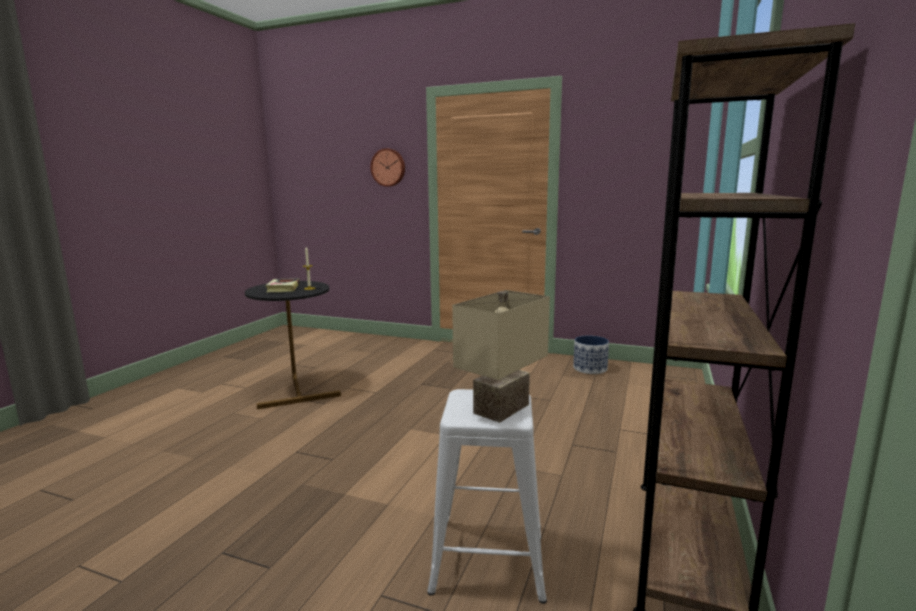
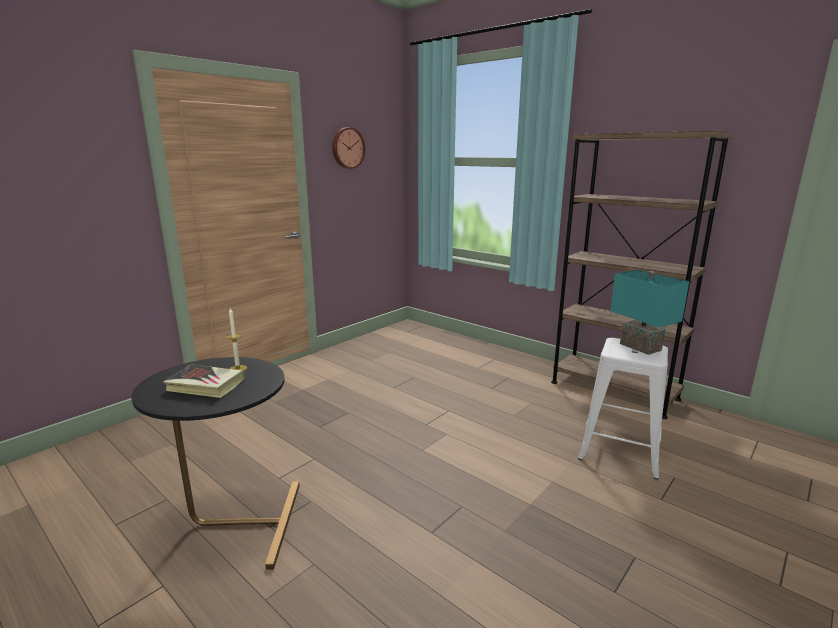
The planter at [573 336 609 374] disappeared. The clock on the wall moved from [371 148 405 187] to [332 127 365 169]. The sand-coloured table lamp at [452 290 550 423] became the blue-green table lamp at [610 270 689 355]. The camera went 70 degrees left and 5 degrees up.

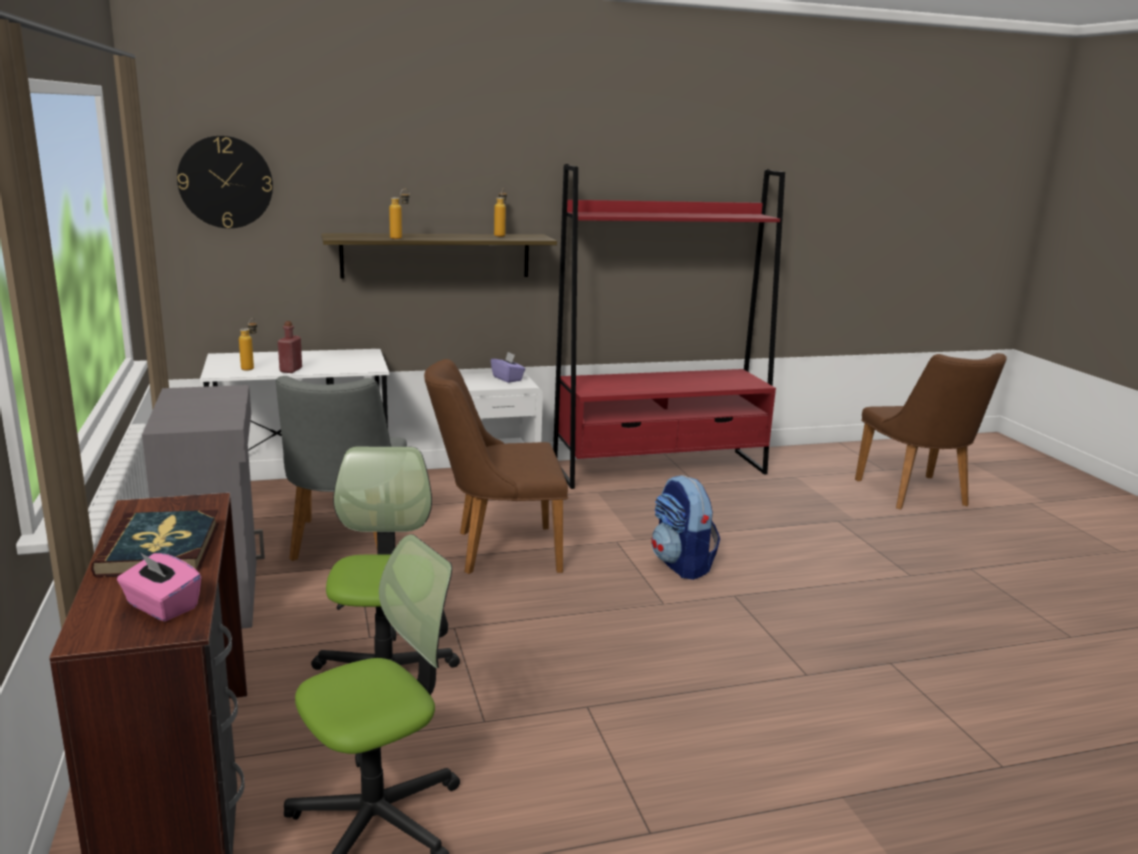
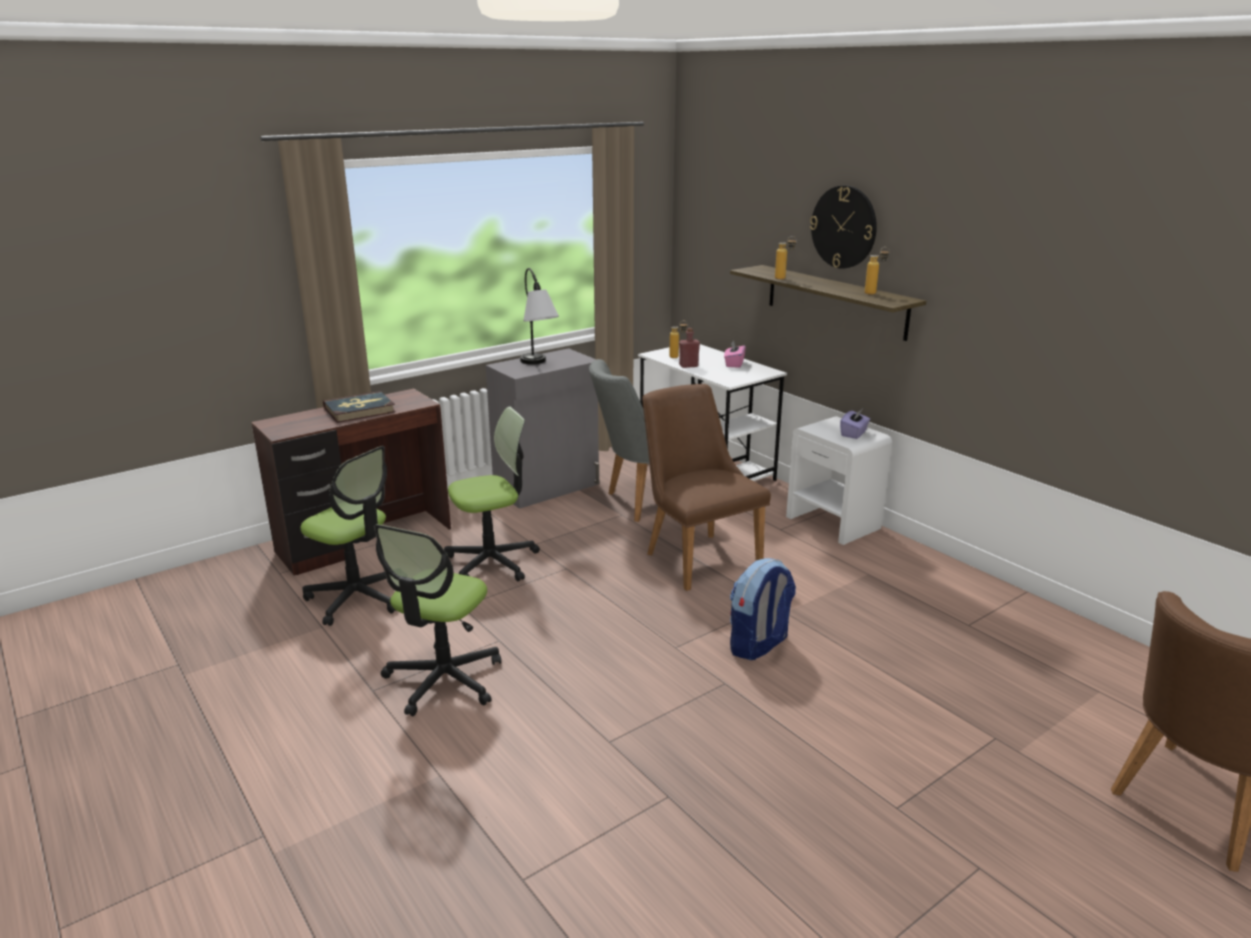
The red bookshelf at [553 164 785 489] disappeared. The office chair at [374 524 501 716] appeared. The table lamp at [520 268 559 364] appeared. The pink-coloured box of tissues moved from [117 552 201 622] to [724 340 746 368]. The clock on the wall moved from [177 136 273 228] to [810 185 877 269]. The camera went 70 degrees right and 5 degrees up.

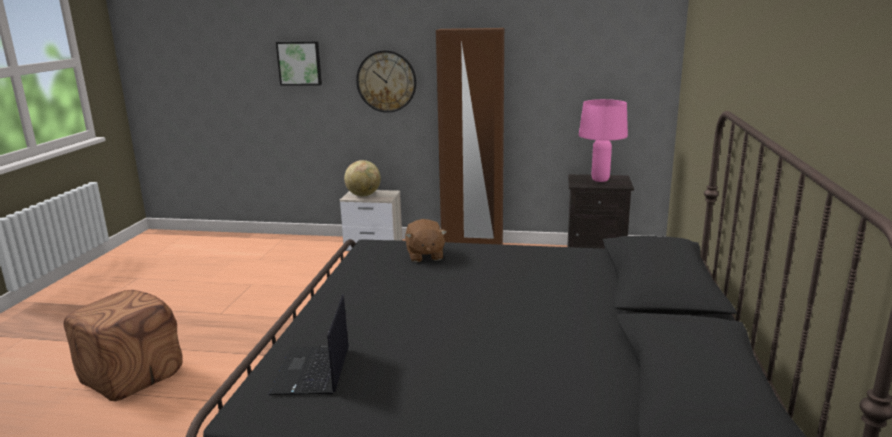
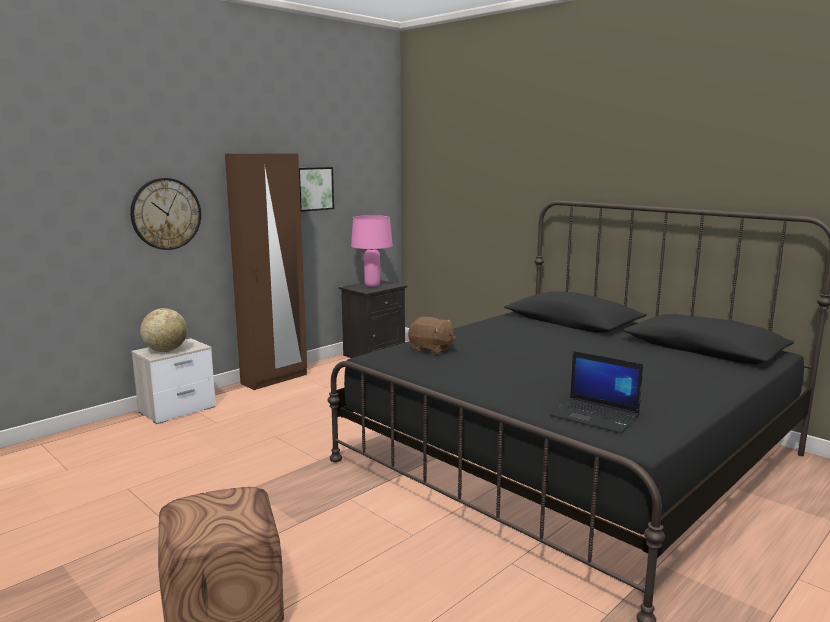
The wall picture moved from [276 41 322 85] to [299 167 334 212]. The camera went 55 degrees left and 5 degrees down.

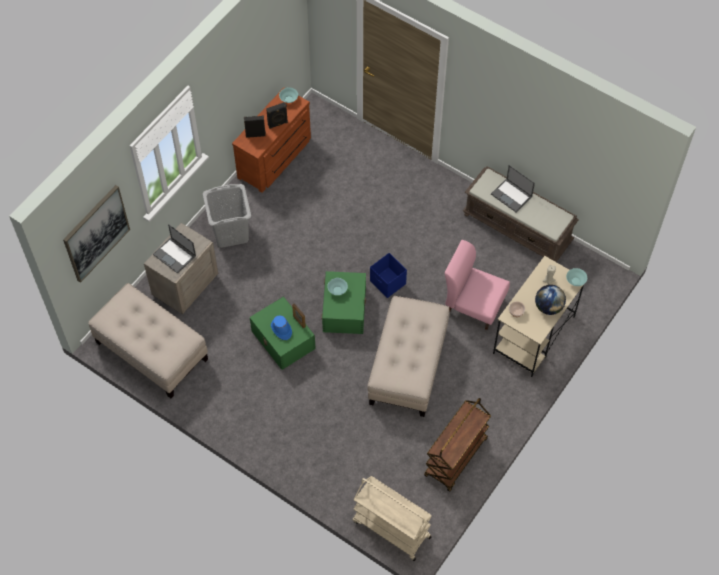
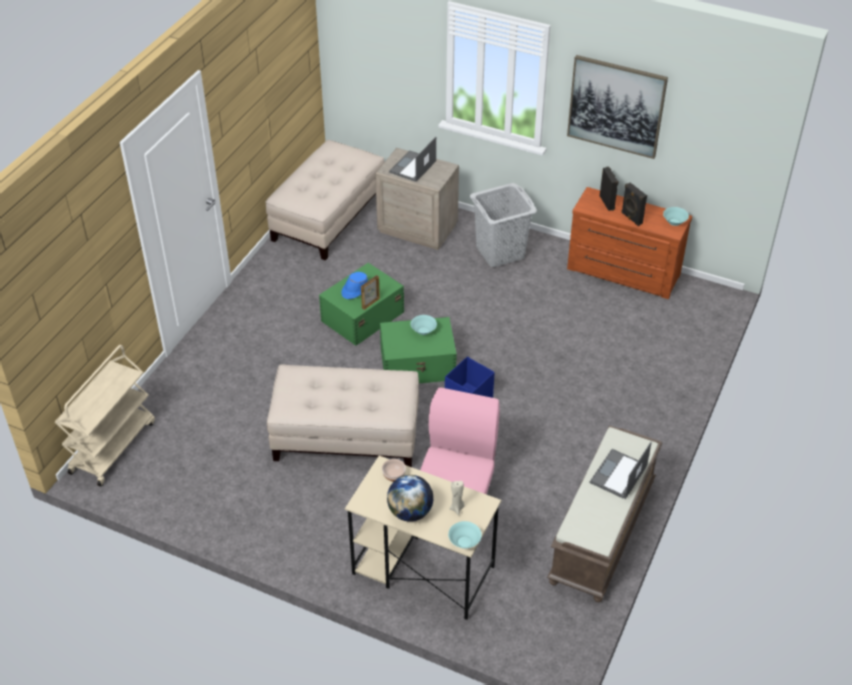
The brown wheeled cart at [424 398 491 492] disappeared. The wall picture moved from [63 185 130 283] to [567 55 668 159]. The camera went 80 degrees right and 15 degrees down.

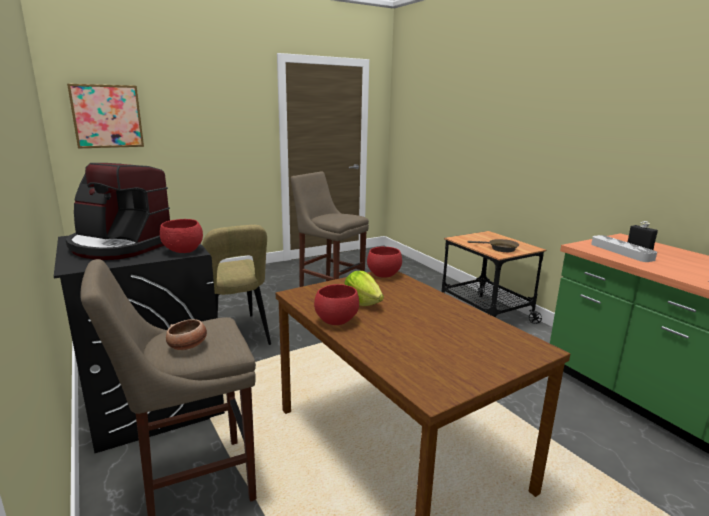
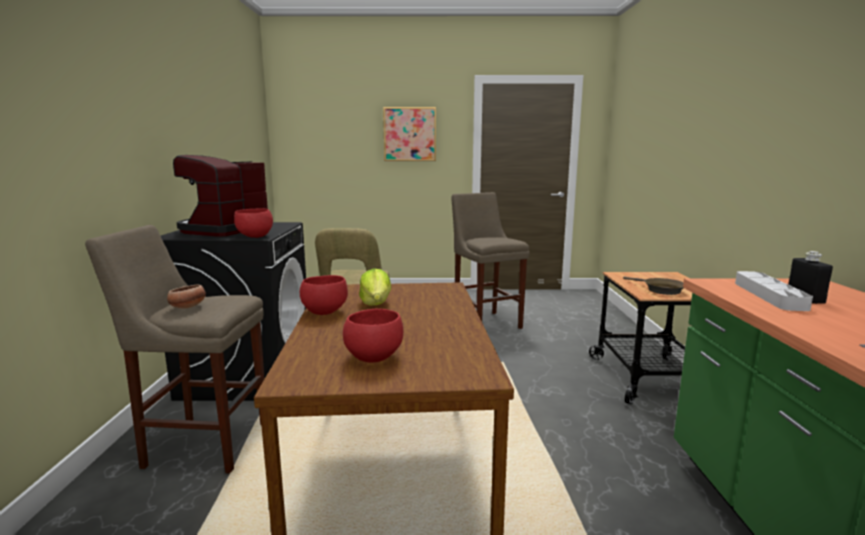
The wall picture moved from [67 84 144 148] to [383 107 436 161]. The red bowl moved from [367 247 402 278] to [343 309 403 363]. The coffee brewer at [65 163 170 260] turned 60 degrees clockwise. The camera went 30 degrees right and 5 degrees down.

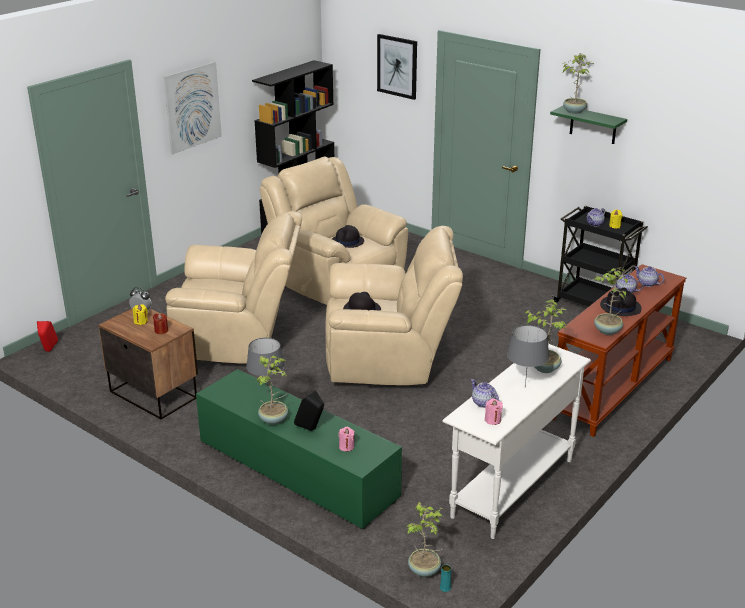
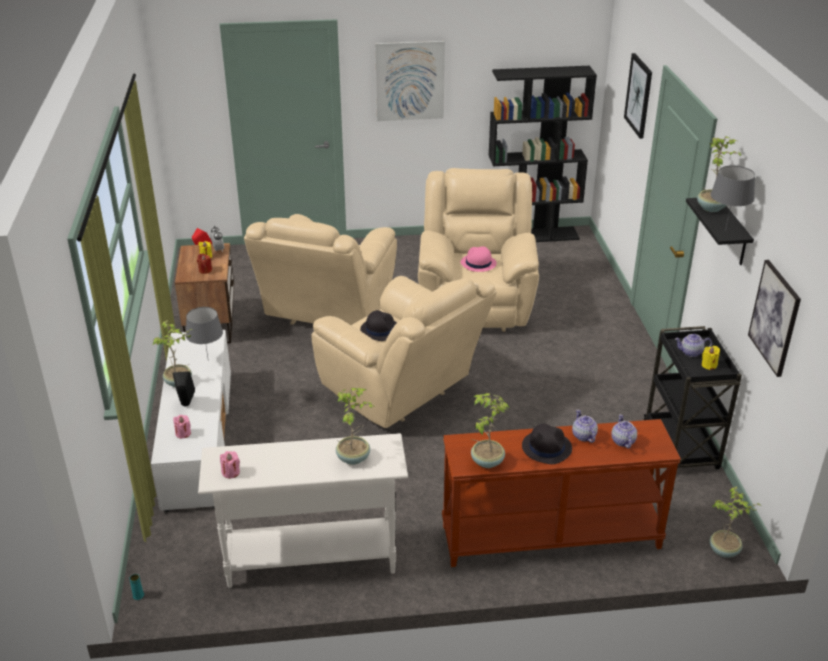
The teapot at [471 379 499 408] disappeared. The wall picture at [748 260 801 377] appeared. The potted plant moved from [406 502 444 577] to [709 487 760 558]. The grey table lamp moved from [507 325 549 387] to [711 166 755 231]. The green tv stand at [196 369 402 529] became the white-coloured tv stand at [151 330 231 512]. The black-coloured wearable hat at [332 225 364 248] became the pink-coloured wearable hat at [460 246 496 272]. The green bracket shelf at [550 106 627 144] became the black-coloured bracket shelf at [686 198 754 265]. The sand-coloured lounge chair at [165 211 302 364] turned 60 degrees clockwise. The camera went 45 degrees right and 5 degrees up.

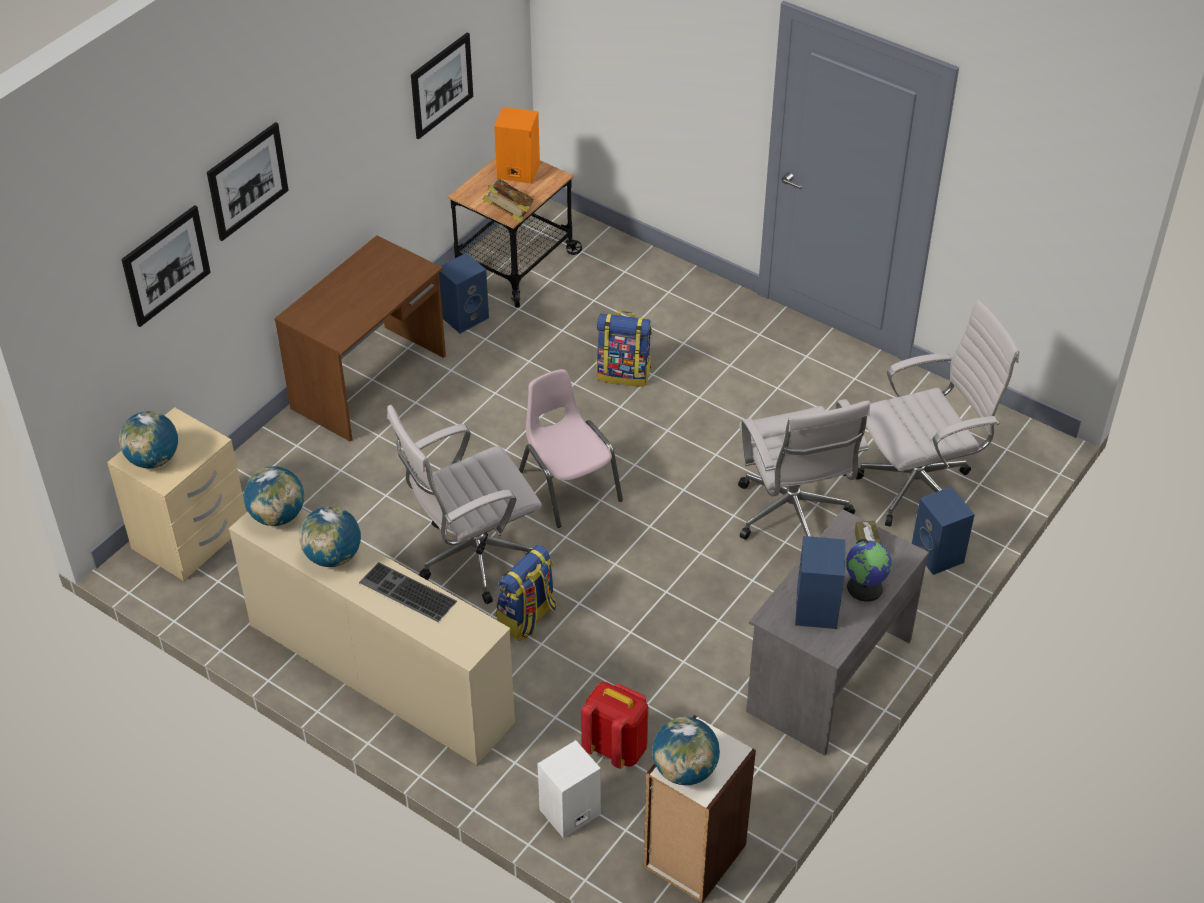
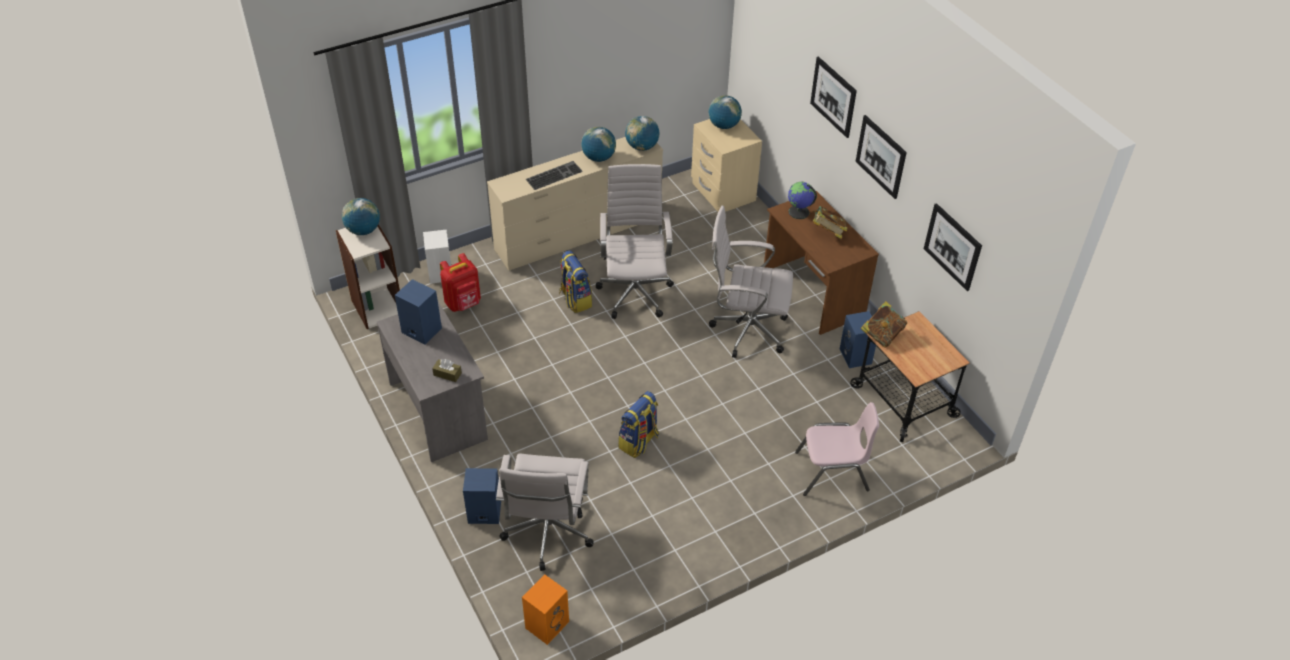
The bound book at [813 206 847 239] appeared. The wall picture moved from [121 205 211 327] to [856 115 907 199]. The orange speaker moved from [494 107 540 184] to [522 574 569 645]. The pink-coloured upright chair moved from [519 369 623 528] to [795 402 879 496]. The rucksack moved from [597 311 652 386] to [618 391 659 458]. The white-coloured office chair moved from [738 399 870 540] to [709 206 793 358]. The globe moved from [846 539 892 602] to [788 182 817 219]. The camera went 115 degrees right and 0 degrees up.

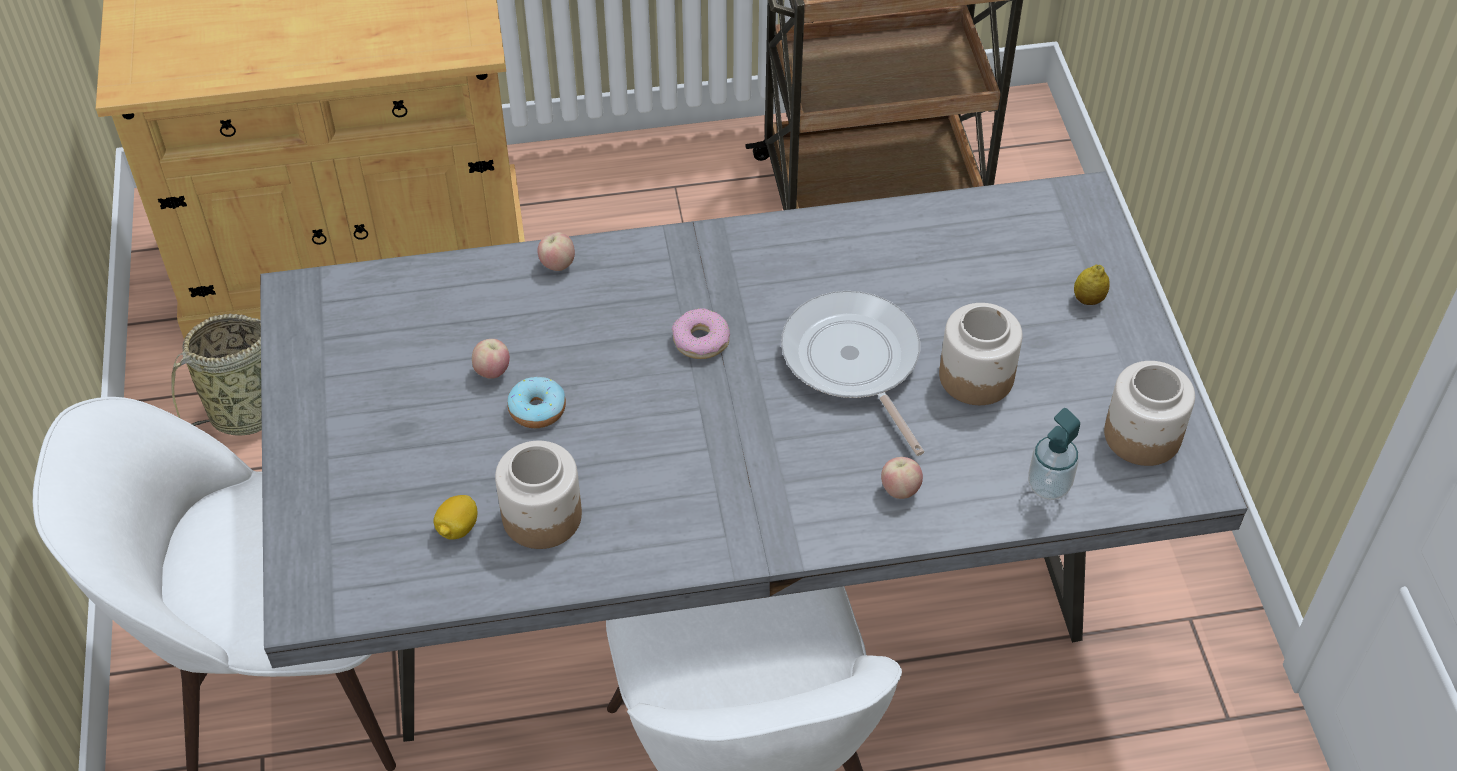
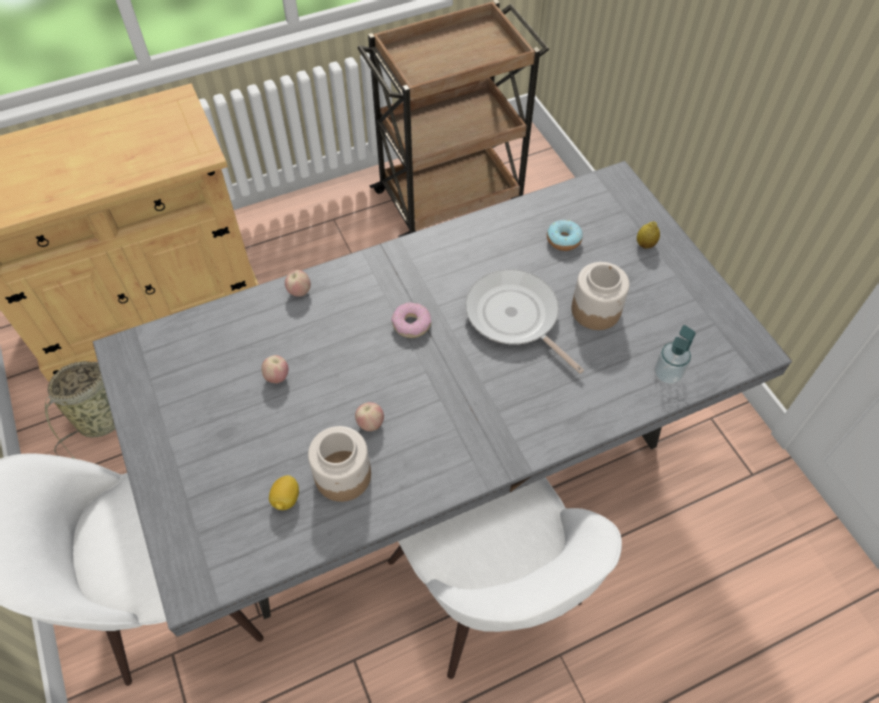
The preserve jar at [1104 361 1195 466] disappeared. The donut moved from [507 377 566 428] to [547 220 583 251]. The apple fruit moved from [881 457 923 499] to [355 402 384 431]. The camera went 15 degrees left and 5 degrees up.

